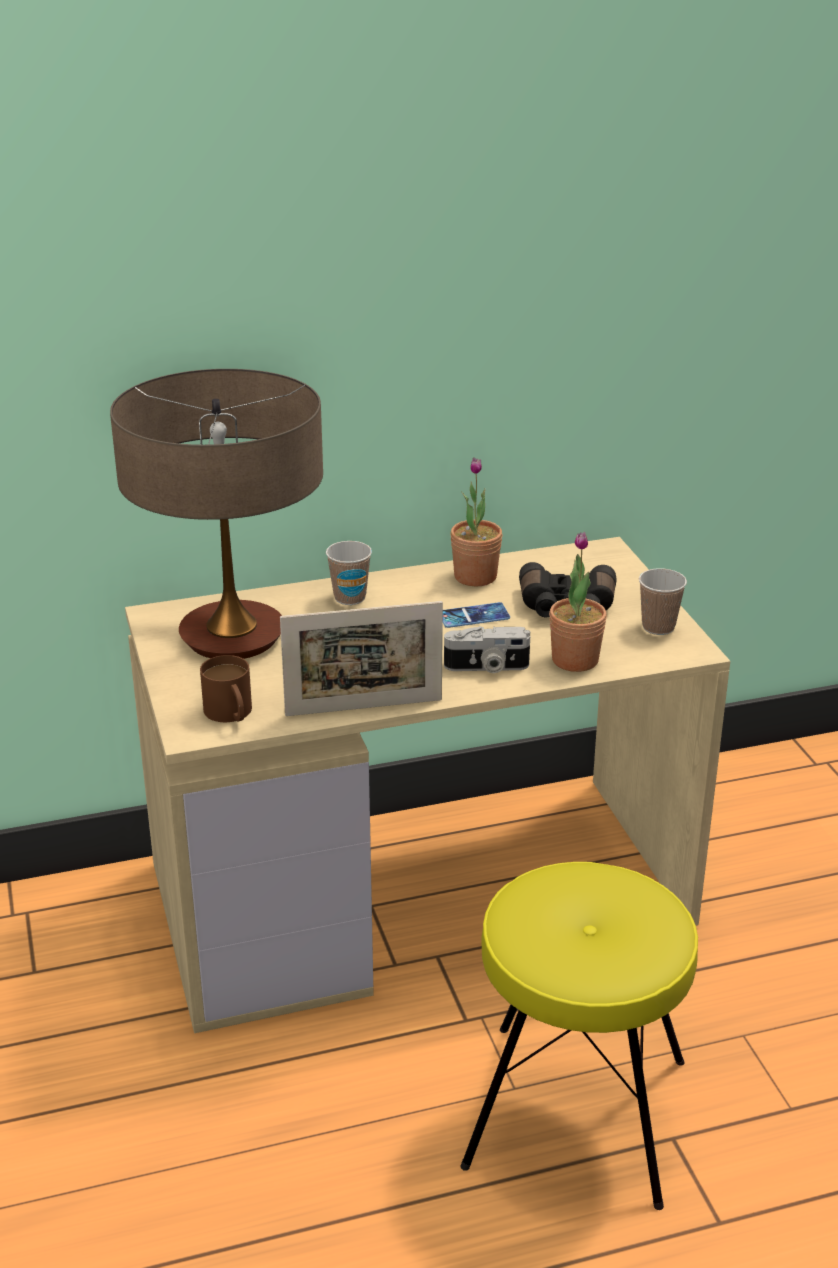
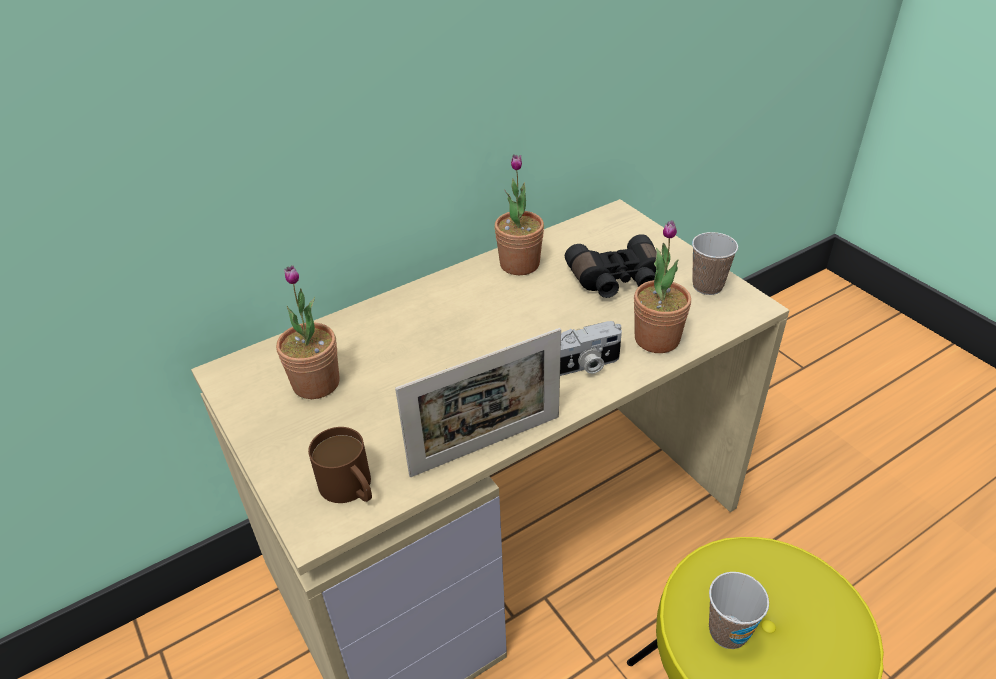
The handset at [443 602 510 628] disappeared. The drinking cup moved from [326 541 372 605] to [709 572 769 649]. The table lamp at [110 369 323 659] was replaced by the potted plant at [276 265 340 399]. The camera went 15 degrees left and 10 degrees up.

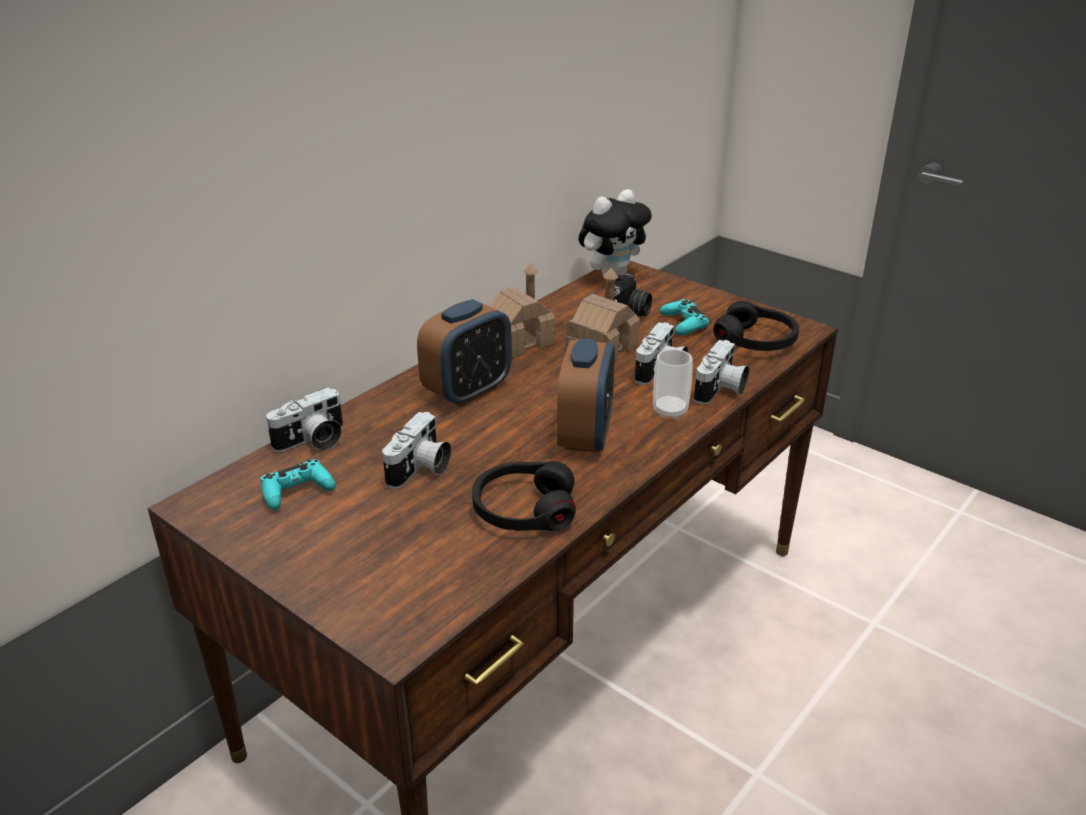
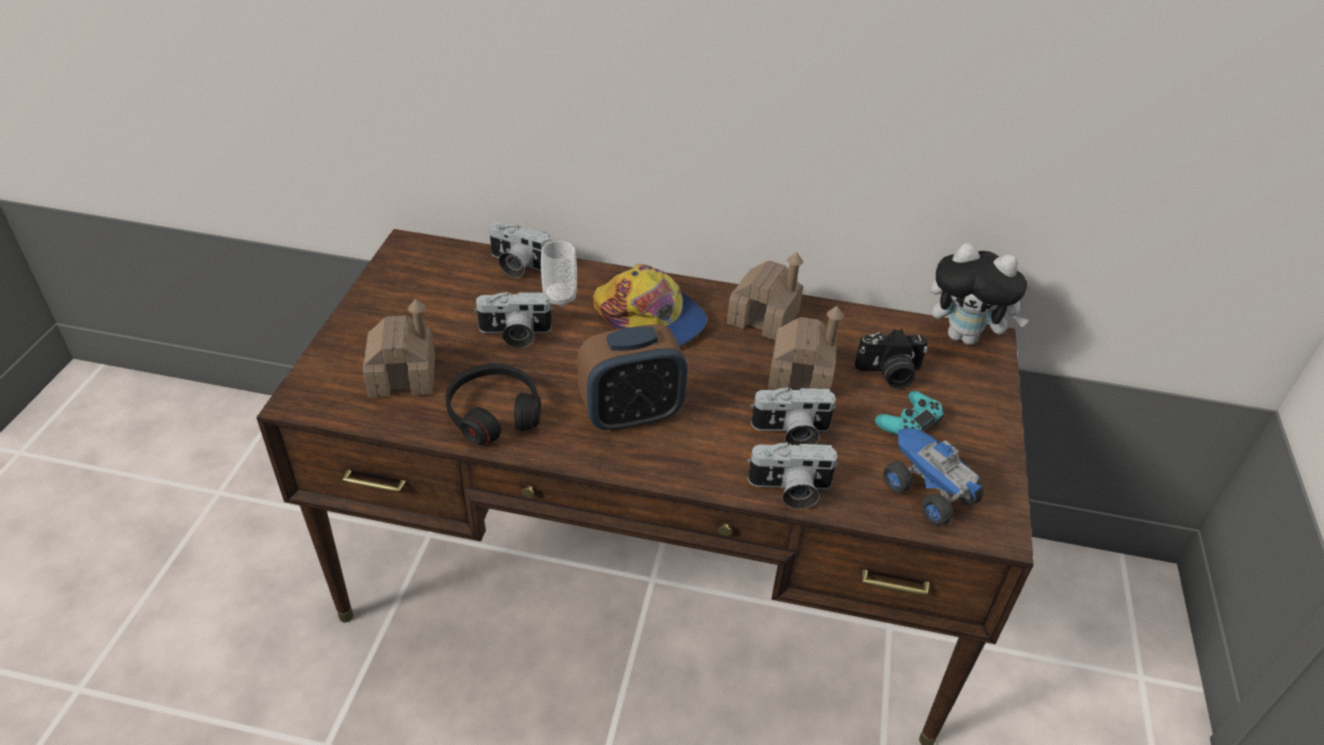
The blue-green joypad at [261 459 336 510] disappeared. The toy house at [363 299 435 398] appeared. The drinking cup moved from [653 349 693 419] to [541 241 577 307]. The table clock at [417 299 512 407] was replaced by the baseball cap at [593 264 707 347]. The black-coloured pair of headphones at [713 301 799 351] was replaced by the toy truck at [883 428 984 526]. The camera went 60 degrees right and 10 degrees up.

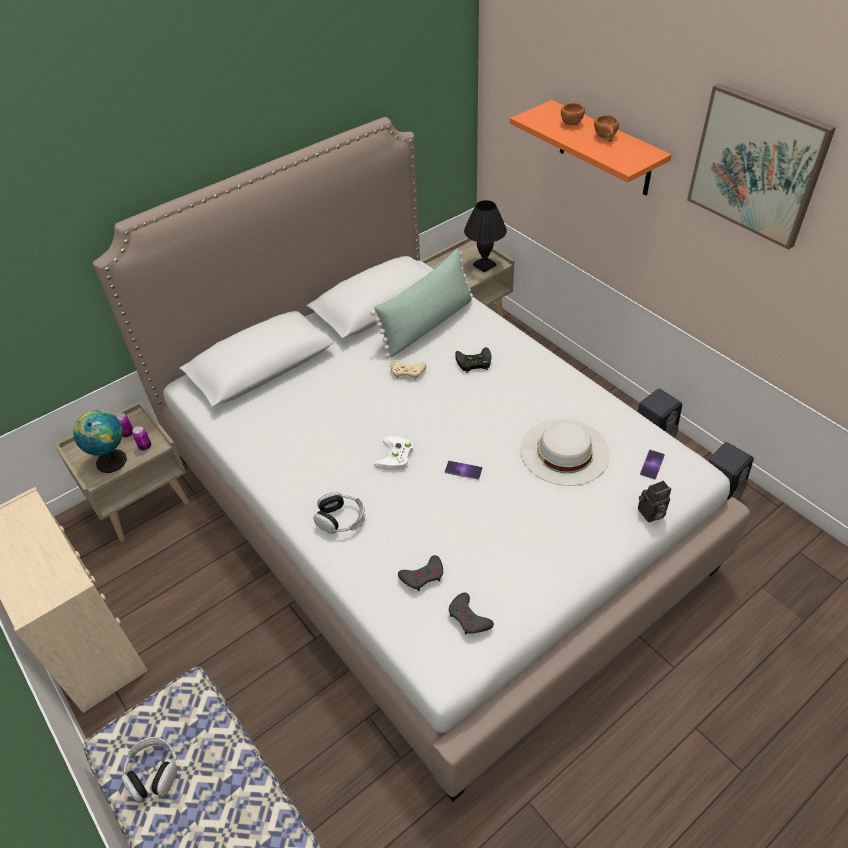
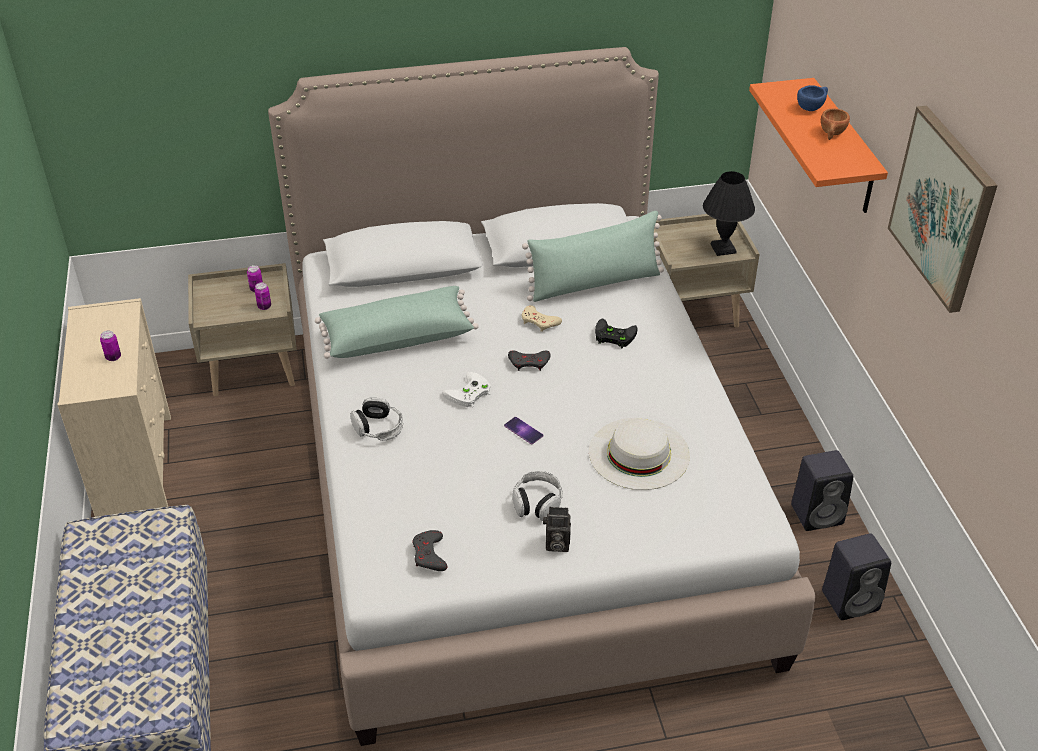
The globe at [73 410 127 473] disappeared. The handset at [640 450 665 480] disappeared. The can at [100 331 121 361] appeared. The green cushion at [315 286 479 359] appeared. The pair of headphones moved from [122 737 177 803] to [512 471 563 521]. The grey joypad moved from [398 555 443 591] to [508 350 551 371]. The still camera moved from [638 481 671 522] to [543 507 571 552]. The brown drinking cup at [561 102 585 125] became the blue drinking cup at [797 85 828 111]. The camera went 25 degrees right and 5 degrees down.

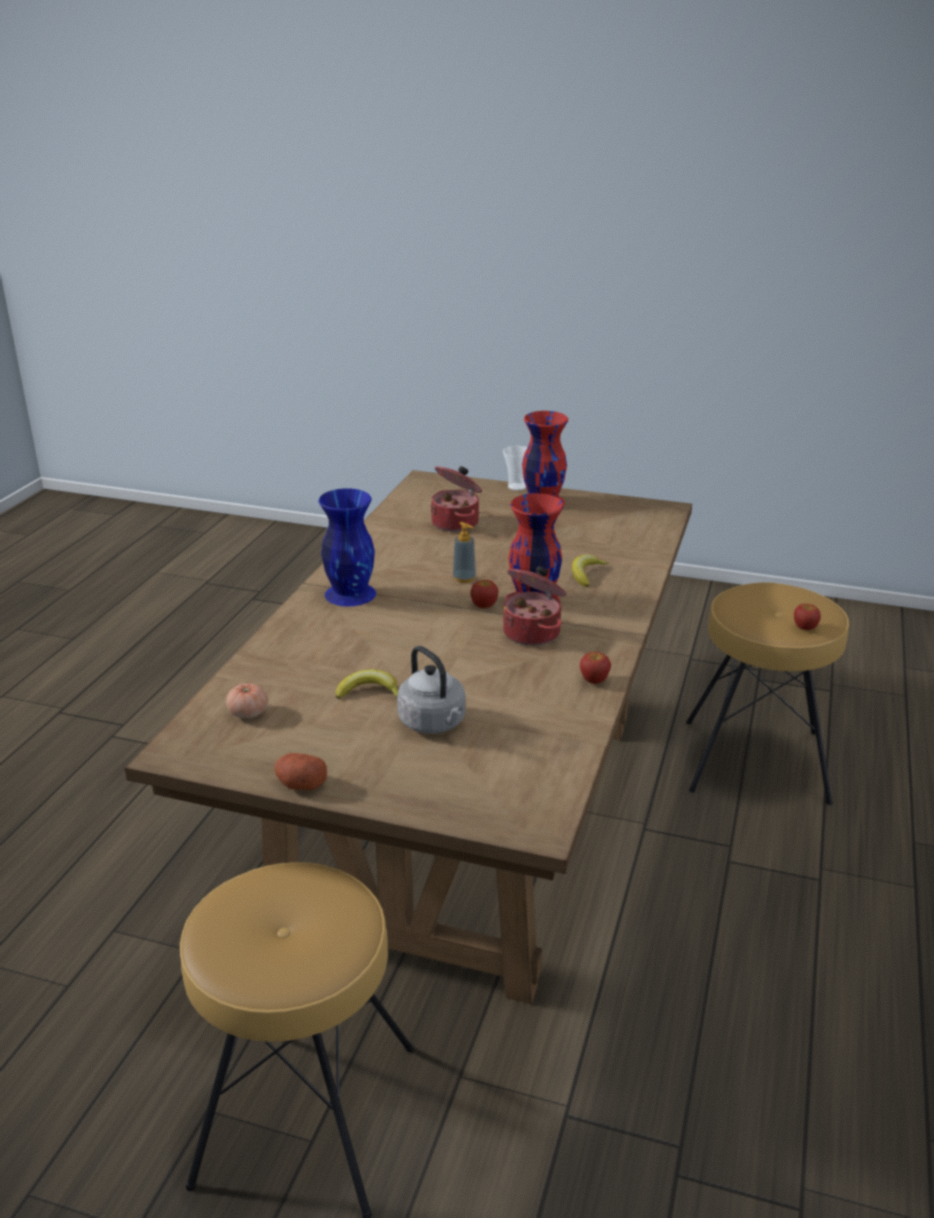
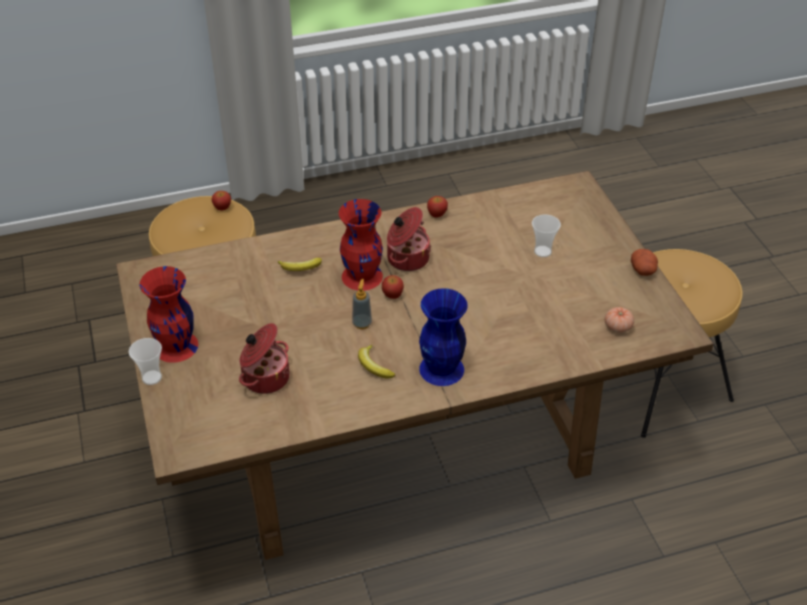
The banana fruit moved from [336 669 398 699] to [358 345 395 378]. The grey water kettle at [397 646 466 734] was replaced by the drinking cup at [532 214 561 257]. The camera went 125 degrees left and 15 degrees up.

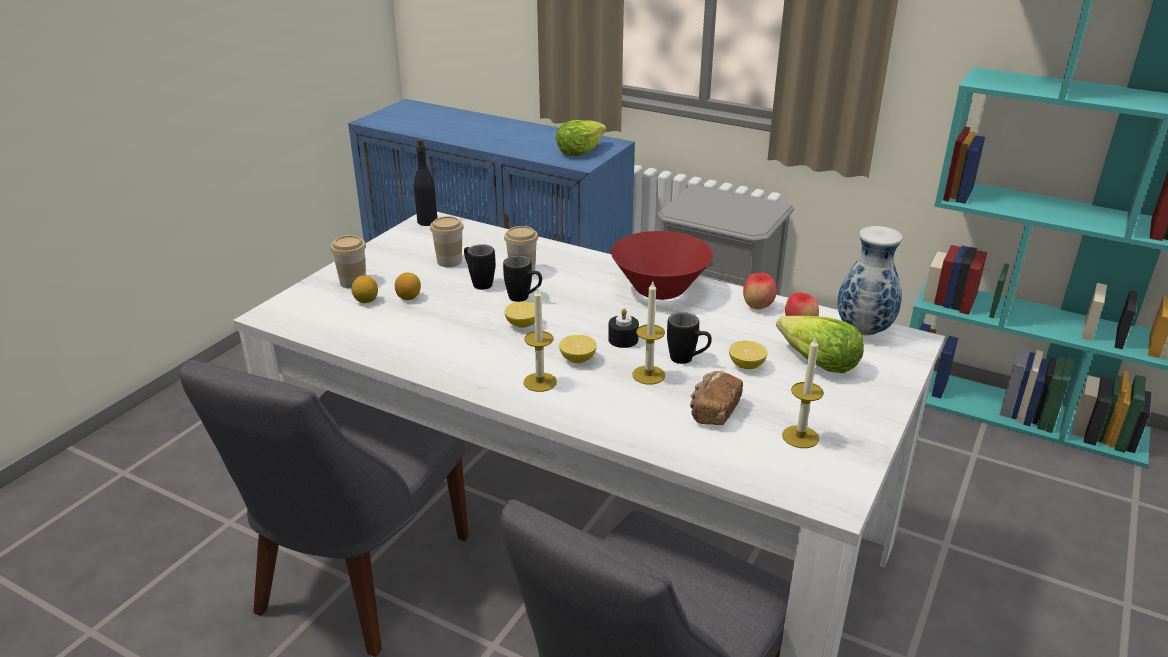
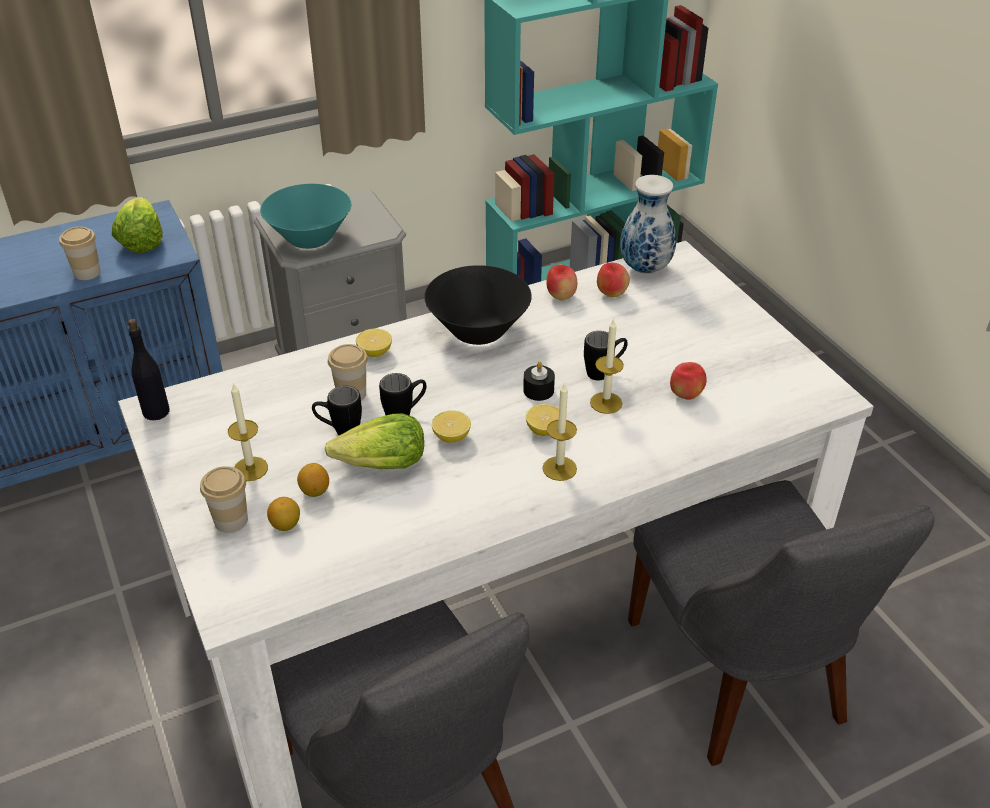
The blue-green bowl at [260 184 351 249] appeared. The drinking cup moved from [430 216 464 267] to [59 226 101 280]. The citrus fruit moved from [729 341 768 369] to [356 329 392 357]. The head of lettuce moved from [776 316 864 373] to [325 413 424 469]. The wax light moved from [782 336 824 448] to [228 383 268 481]. The bakery bread at [690 371 743 425] was replaced by the apple fruit at [670 362 707 400]. The red bowl at [611 231 713 300] became the black-coloured bowl at [424 265 532 345]. The camera went 55 degrees left and 10 degrees up.

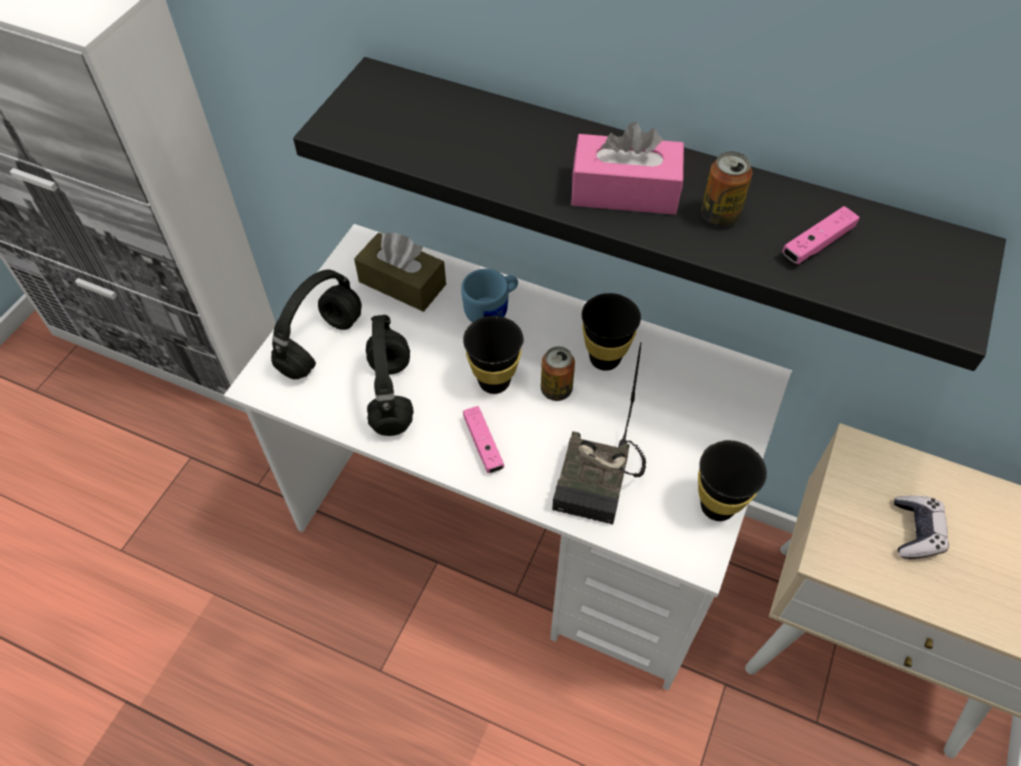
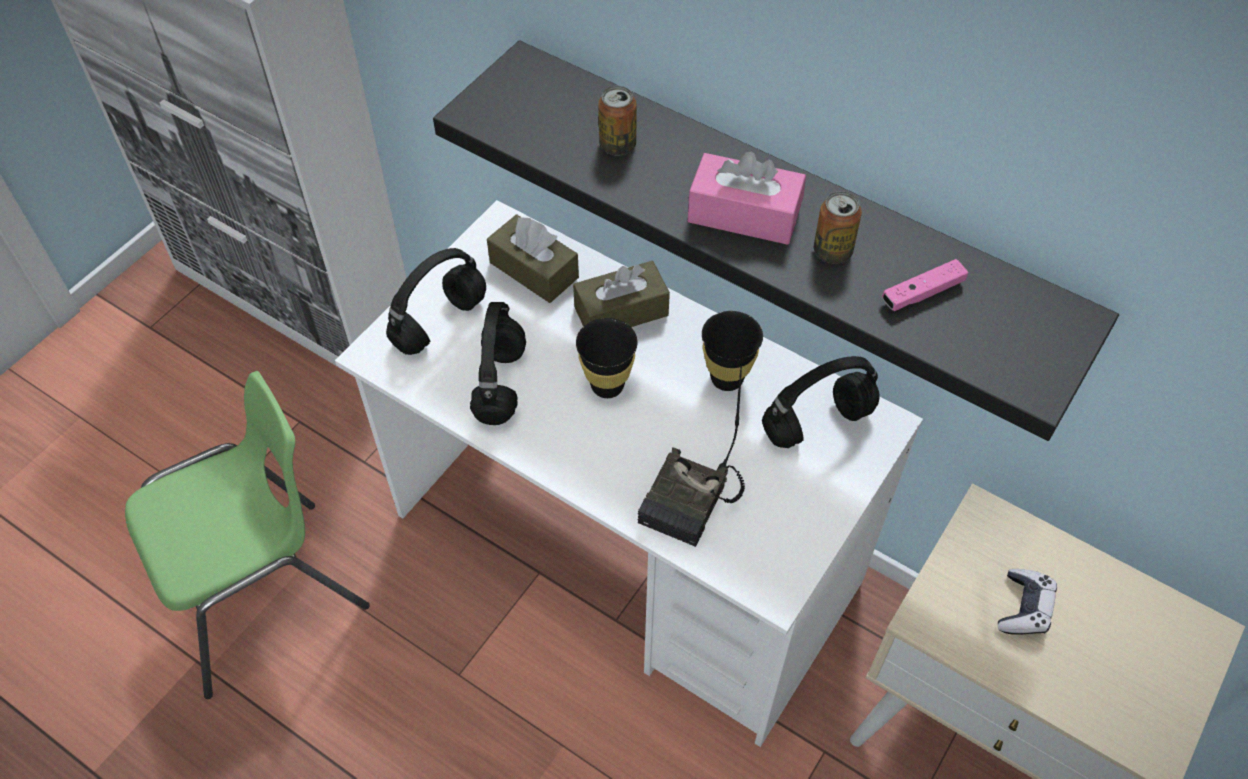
The pink-coloured joypad at [463 406 504 473] disappeared. The black-coloured drinking cup at [698 440 767 521] disappeared. The green upright chair at [125 371 370 699] appeared. The black-coloured pair of headphones at [762 356 880 448] appeared. The can moved from [541 346 575 401] to [598 86 636 156]. The blue tea mug at [461 269 518 323] was replaced by the brown box of tissues at [573 261 670 327]. The camera went 10 degrees right and 0 degrees up.

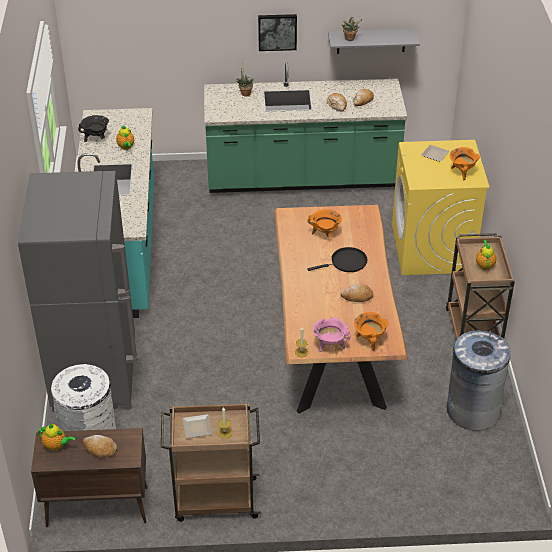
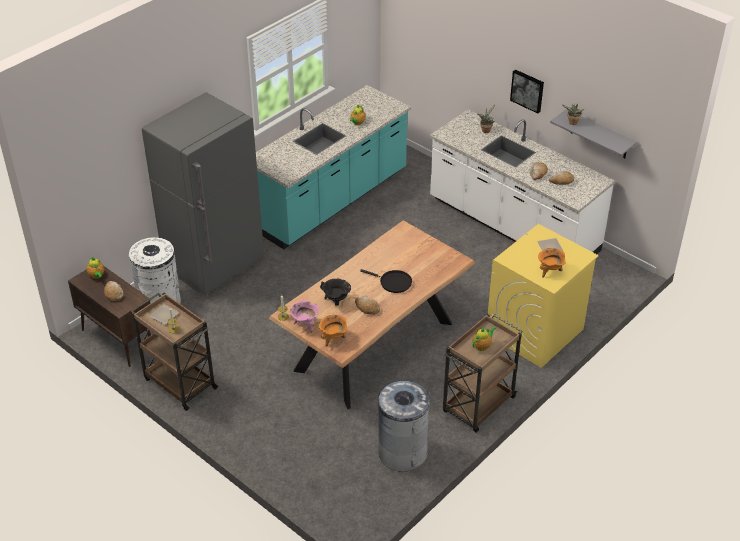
The orange saucepot at [307 209 342 238] disappeared. The black-coloured saucepot moved from [78 115 109 142] to [320 279 351 306]. The green kitchen base unit at [204 62 407 193] became the white-coloured kitchen base unit at [430 109 615 254]. The camera went 45 degrees right and 0 degrees up.

